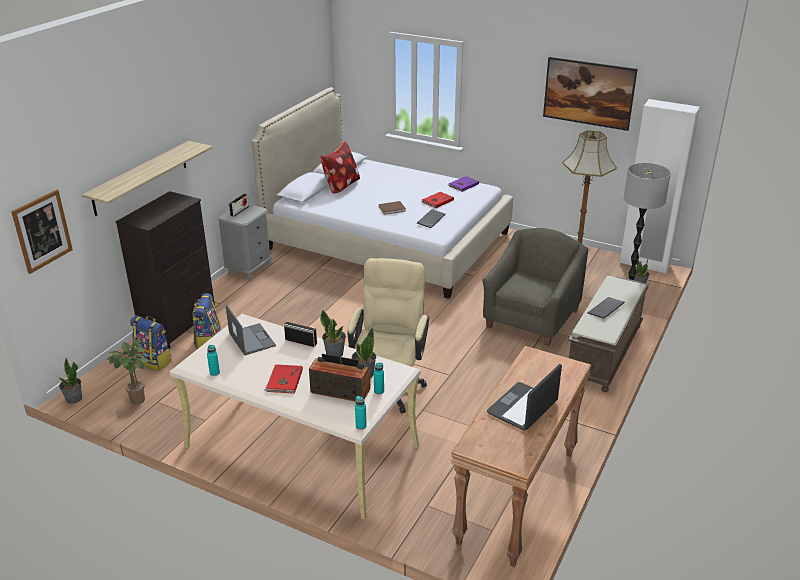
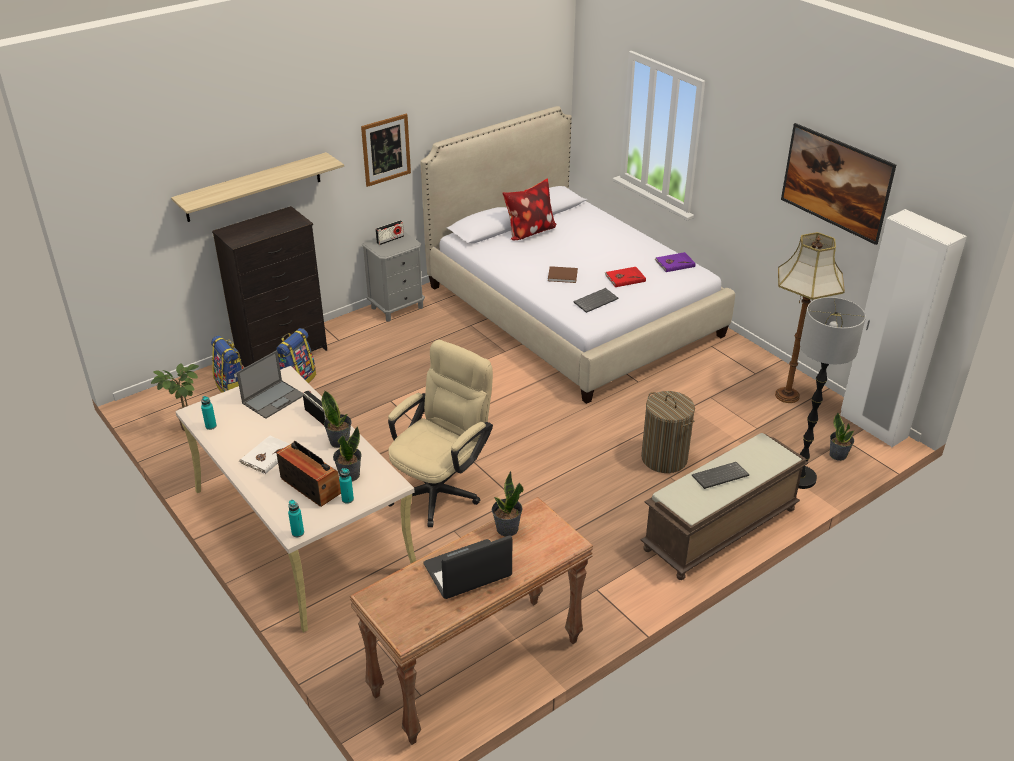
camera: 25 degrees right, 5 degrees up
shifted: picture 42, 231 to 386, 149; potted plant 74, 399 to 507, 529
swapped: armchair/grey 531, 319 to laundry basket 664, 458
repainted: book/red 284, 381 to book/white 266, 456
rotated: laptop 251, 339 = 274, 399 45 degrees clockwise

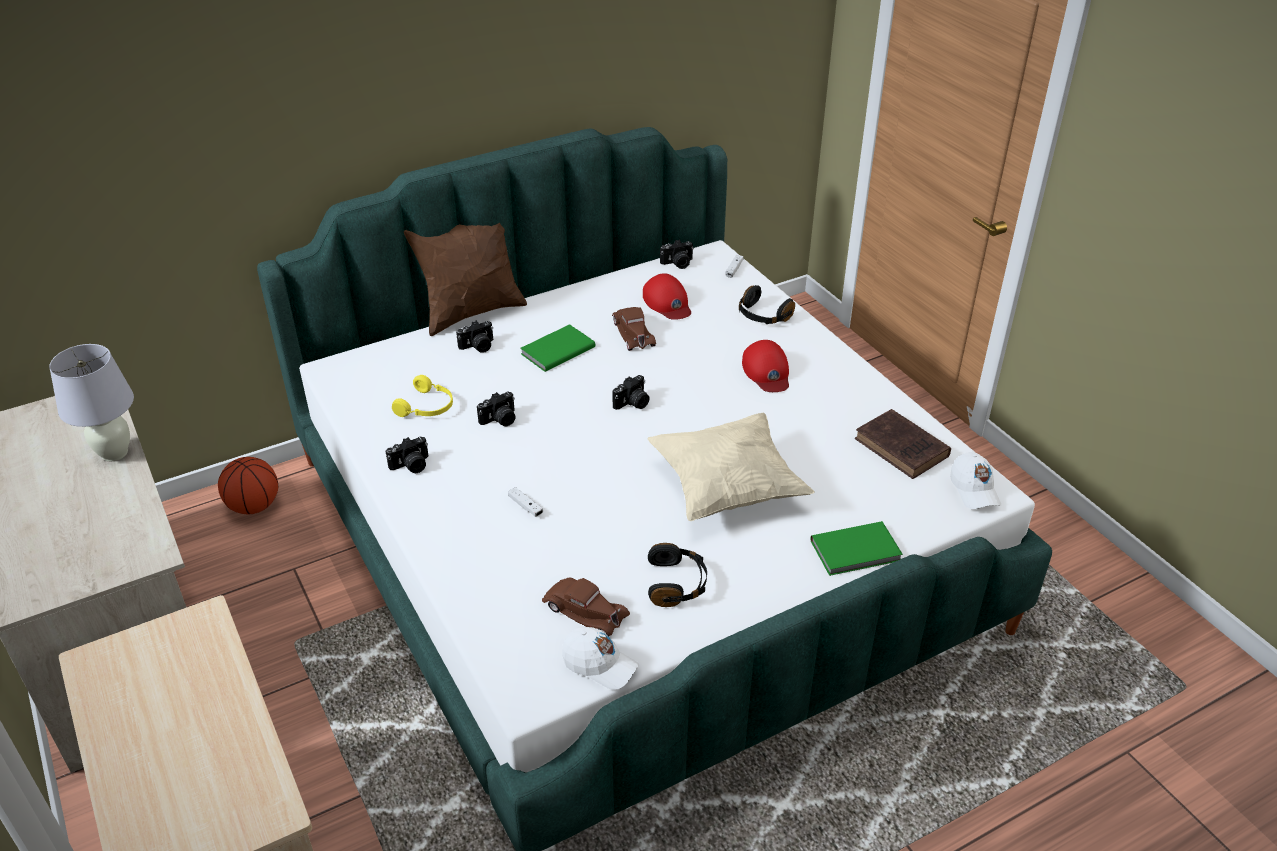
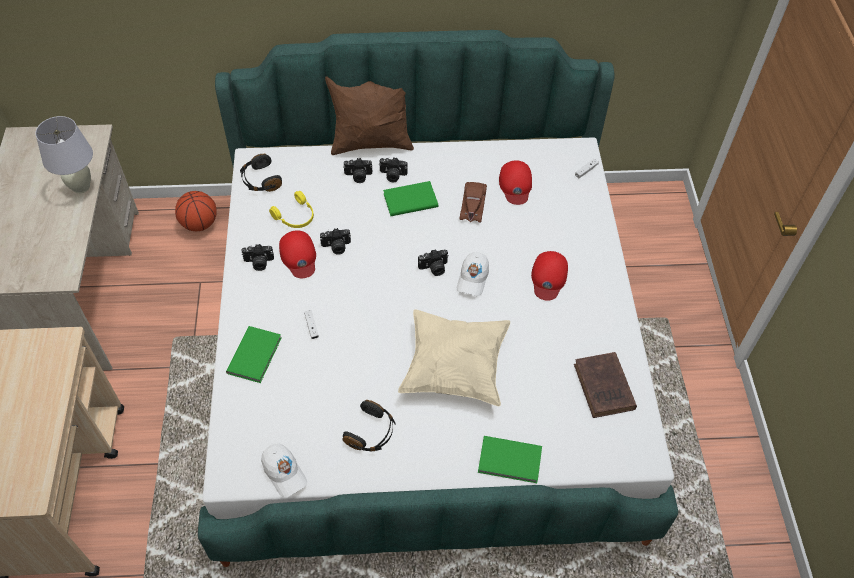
camera: 25 degrees right, 15 degrees up
gone: toy car/brown 585, 611
new: book/green 256, 355; cap/red 299, 256
shifted: headphones/black 762, 316 to 260, 180; photo camera 677, 264 to 392, 175; cap/white 974, 490 to 472, 279

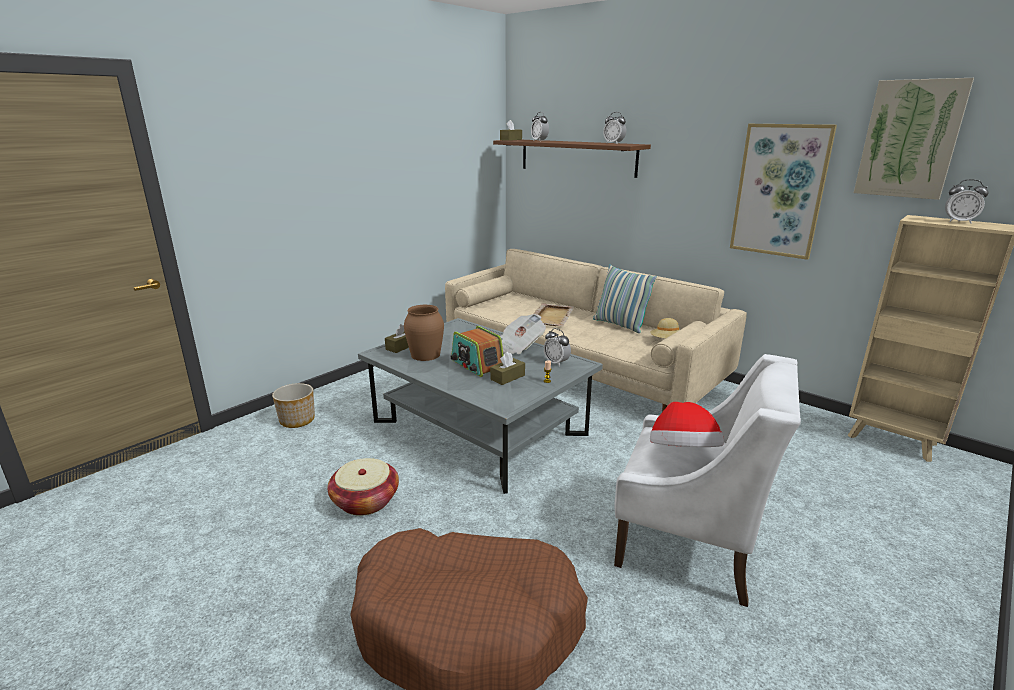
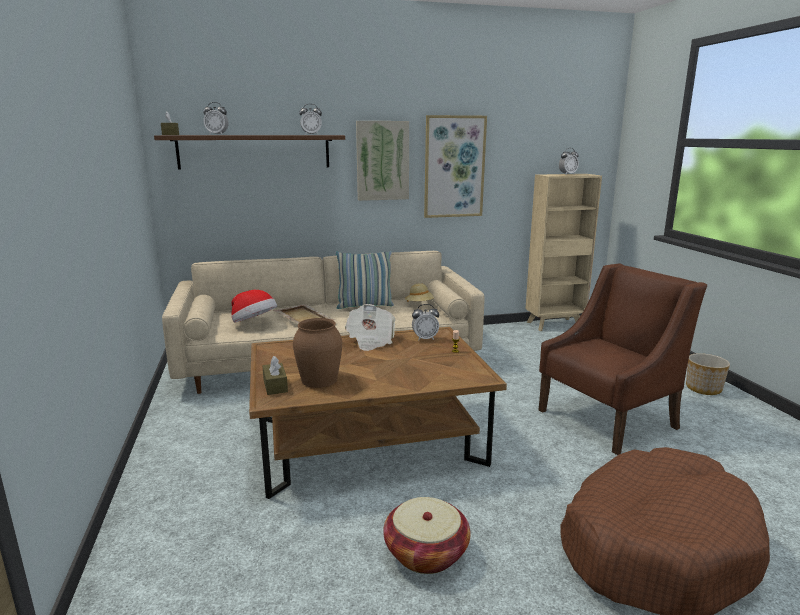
camera: 55 degrees left, 5 degrees down
gone: radio 477, 365; tissue box/brown 507, 377
shifted: hat 682, 454 to 254, 323; picture 910, 139 to 382, 161; planter 297, 420 to 703, 389
repainted: coffee table/grey 479, 428 to coffee table/brown 369, 441; armchair/white 690, 542 to armchair/brown 608, 418

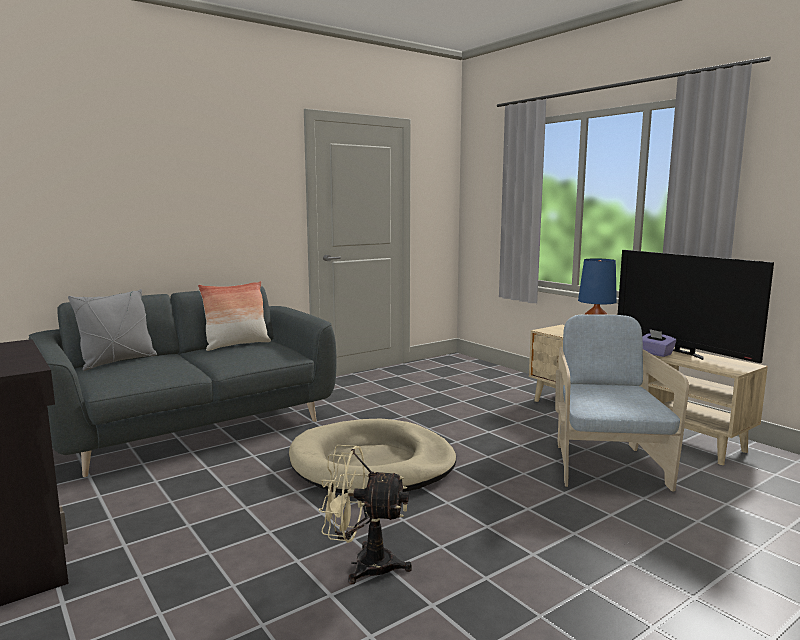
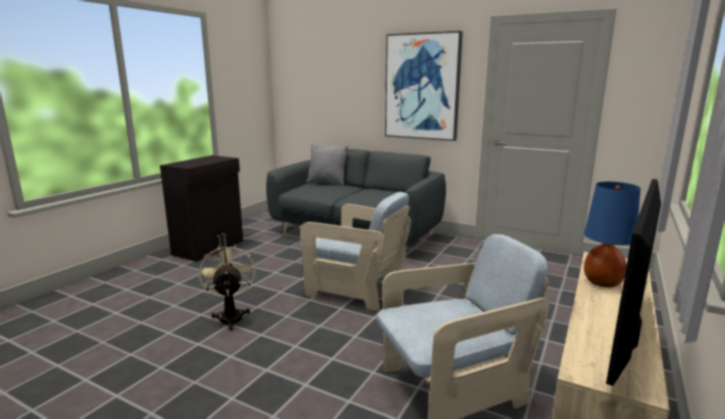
camera: 65 degrees right, 5 degrees up
gone: pillow 237, 345; tissue box/purple 655, 353
new: picture 422, 87
swapped: dog bed/beige 372, 464 to armchair/beige 355, 289

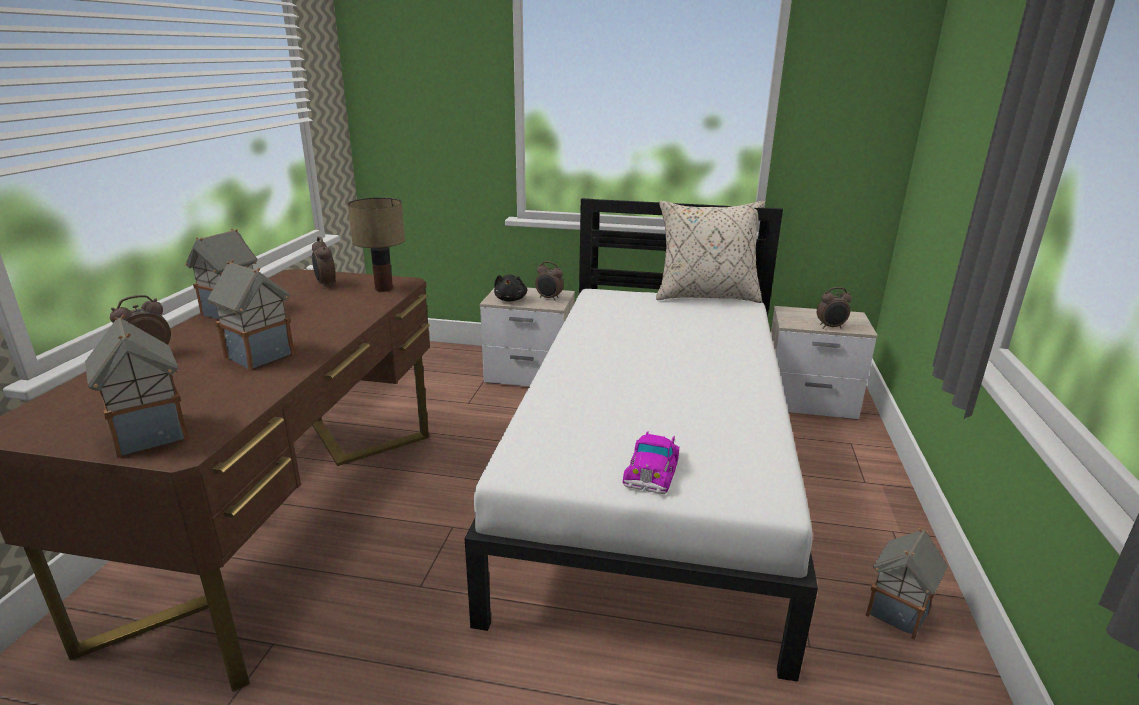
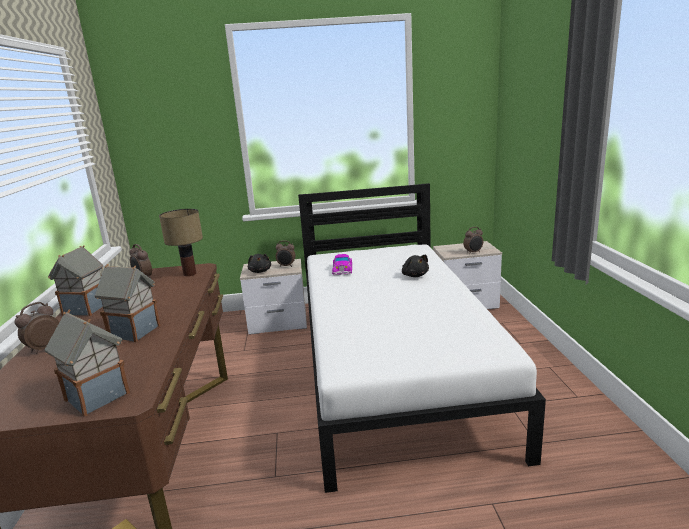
camera: 15 degrees left, 5 degrees down
gone: pillow/beige 705, 296; toy house 897, 612
new: plush toy/black 414, 275
shifted: toy car 652, 468 to 342, 269

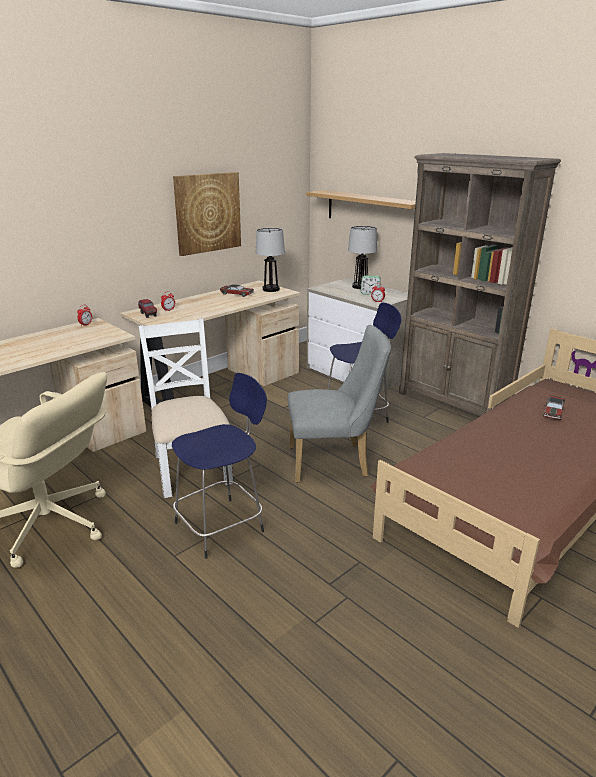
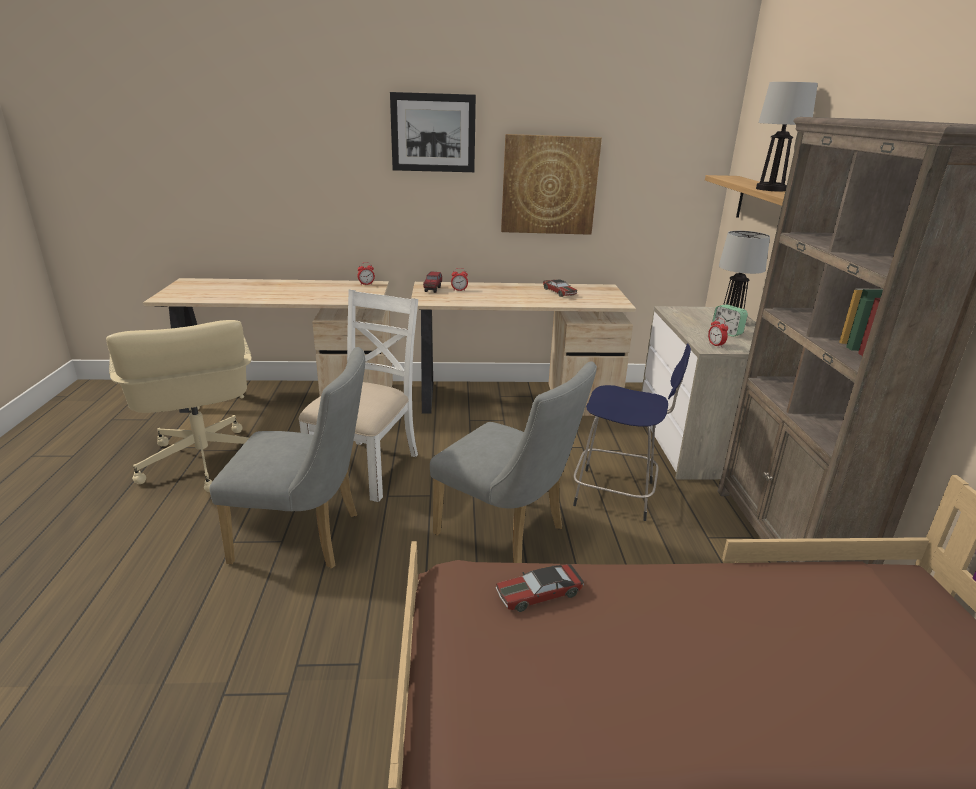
camera: 40 degrees right, 0 degrees up
new: picture 433, 133
shifted: toy car 553, 412 to 538, 594; table lamp 270, 289 to 770, 189
swapped: stool/blue 222, 525 to chair/grey 306, 538

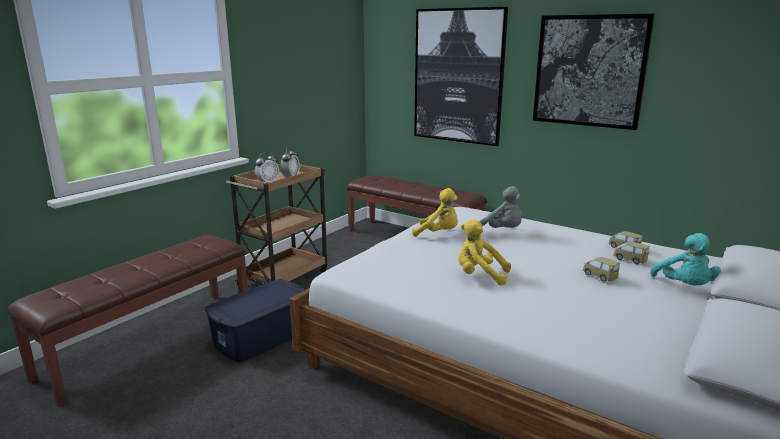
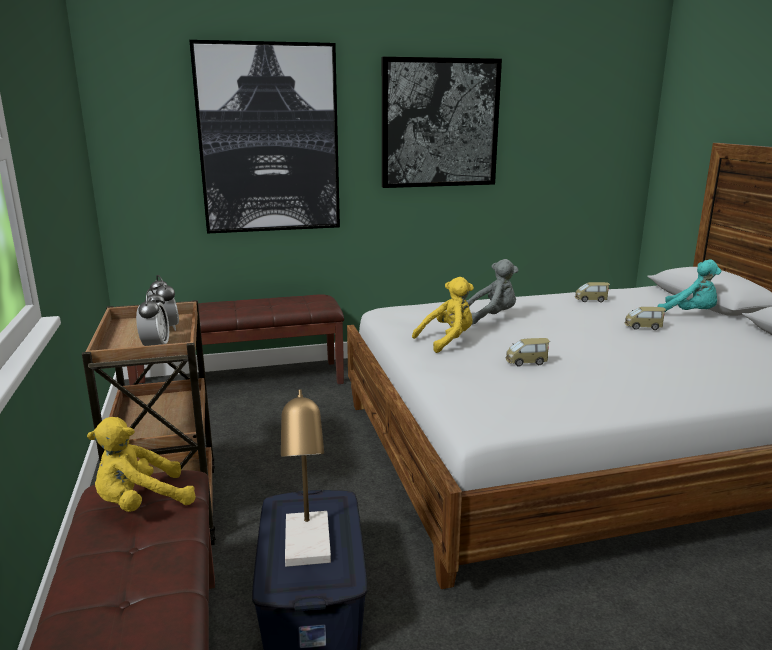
camera: 50 degrees left, 0 degrees up
new: table lamp 309, 548
shifted: plush toy/yellow 479, 276 to 141, 503; toy car 630, 259 to 526, 362

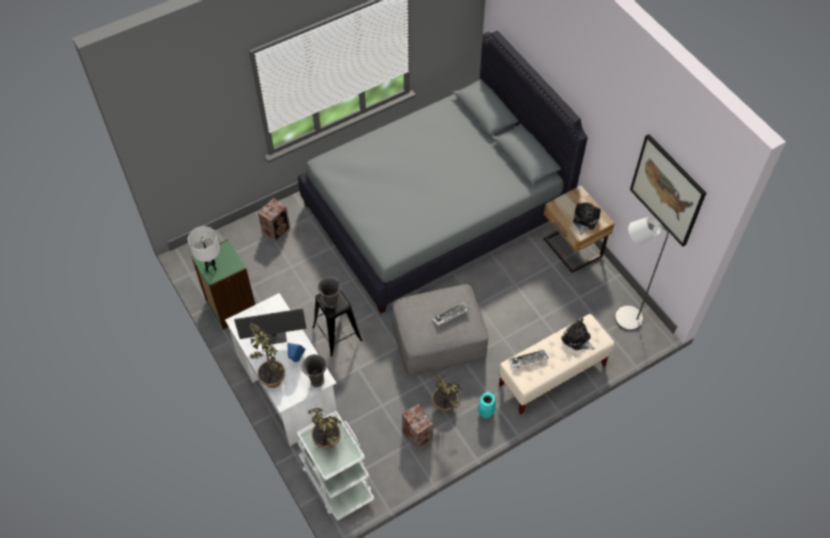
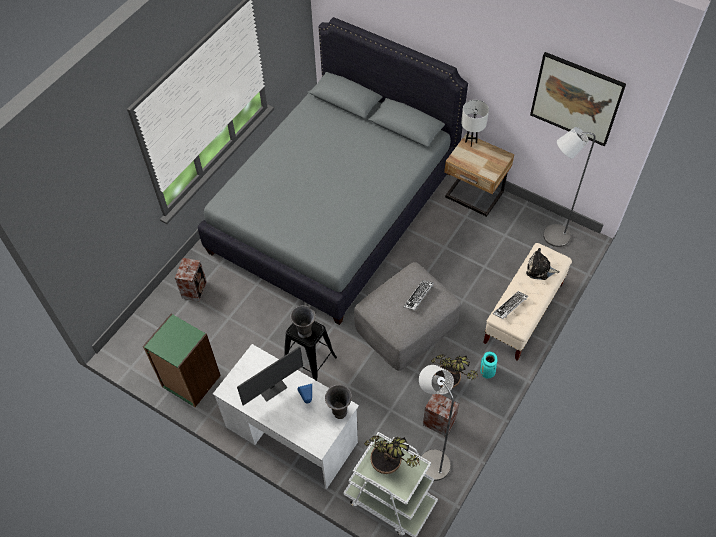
camera: 25 degrees left, 0 degrees up
gone: potted plant 271, 375; plush toy 584, 220
new: floor lamp/grey 430, 460
shifted: table lamp/white 211, 267 to 471, 142

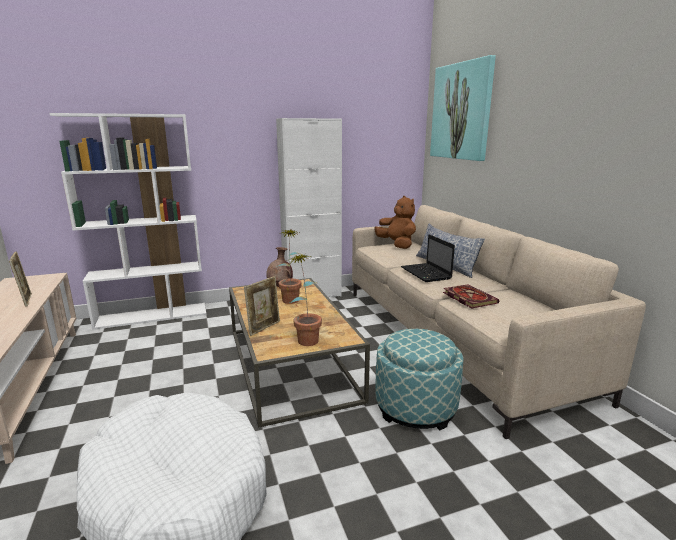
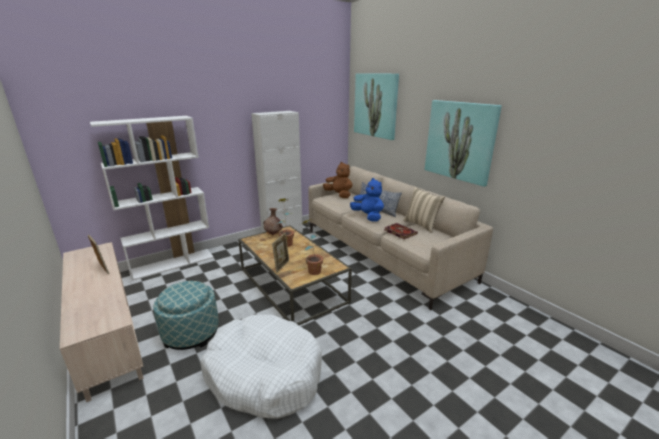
camera: 15 degrees left, 5 degrees up
new: pillow/beige 421, 225; picture 460, 141
shifted: ottoman 415, 407 to 191, 333
swapped: laptop 426, 273 to plush toy/blue 368, 216

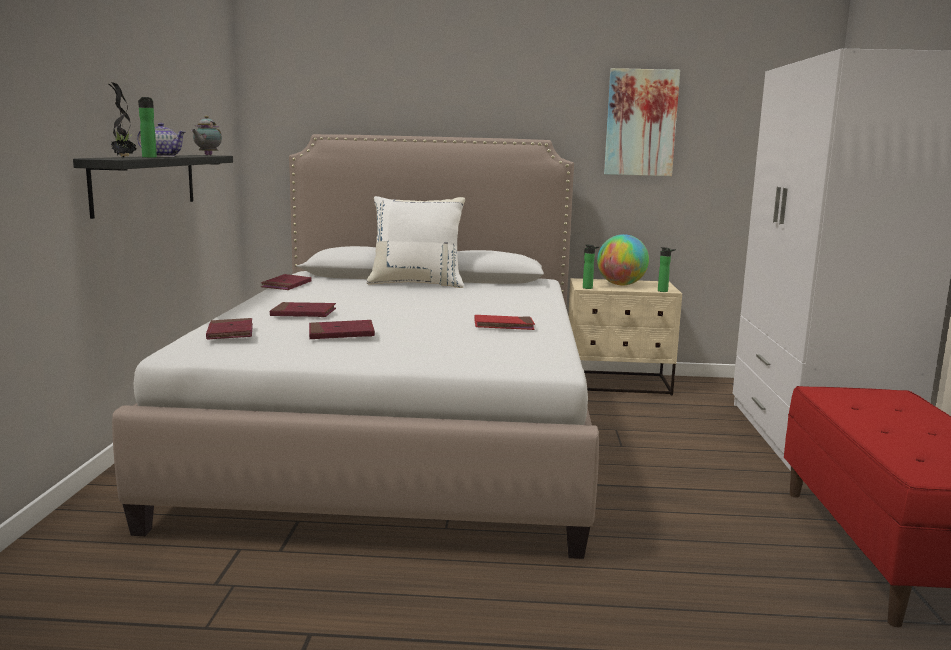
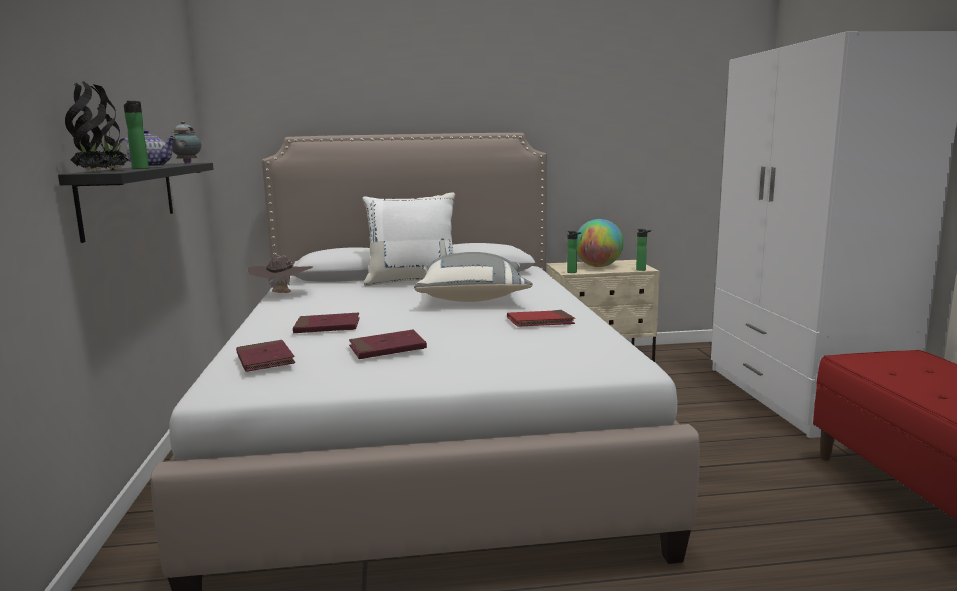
camera: 10 degrees left, 0 degrees up
gone: picture 640, 123
new: potted plant 93, 172; pillow/grey 473, 298
swapped: book/red 286, 285 to hat/brown 282, 294

